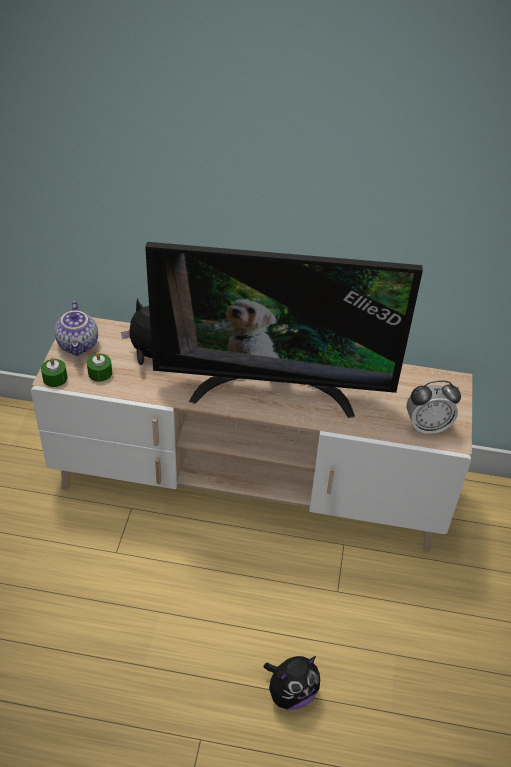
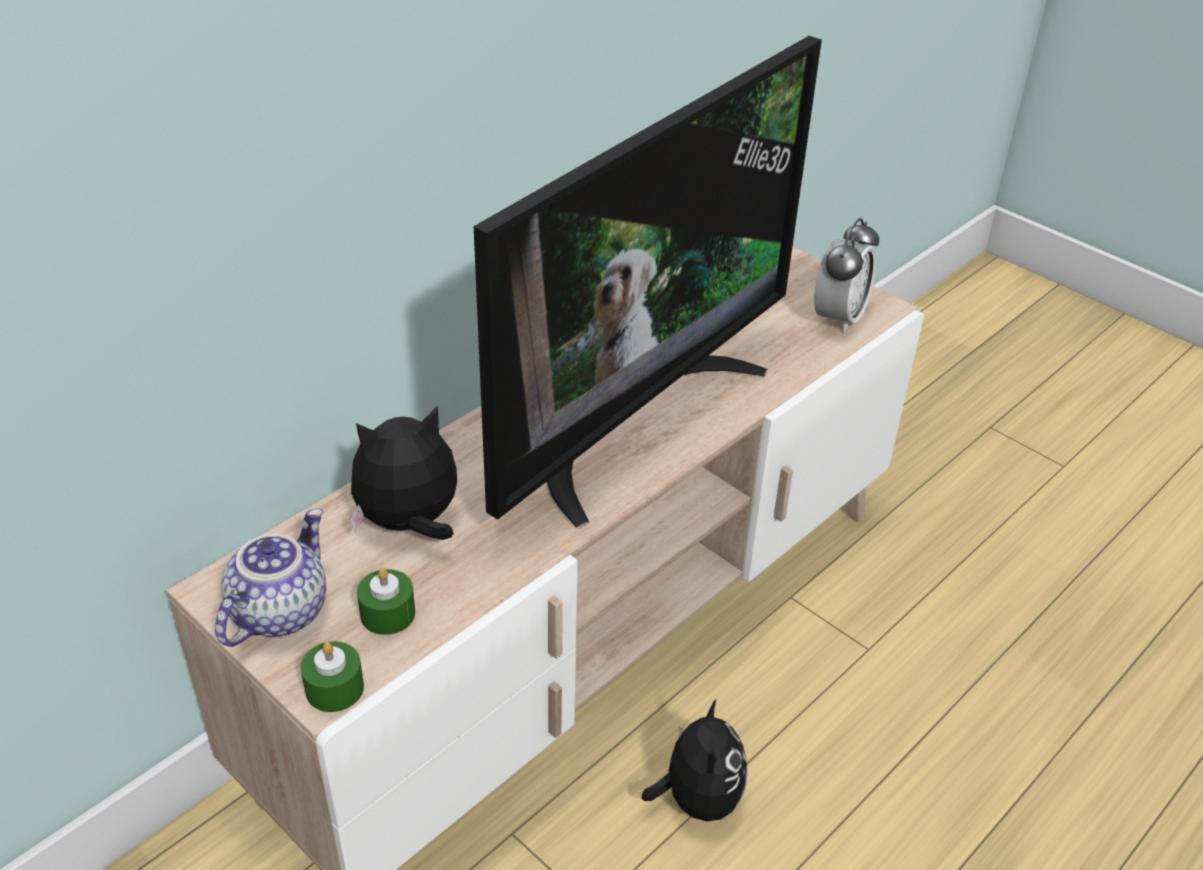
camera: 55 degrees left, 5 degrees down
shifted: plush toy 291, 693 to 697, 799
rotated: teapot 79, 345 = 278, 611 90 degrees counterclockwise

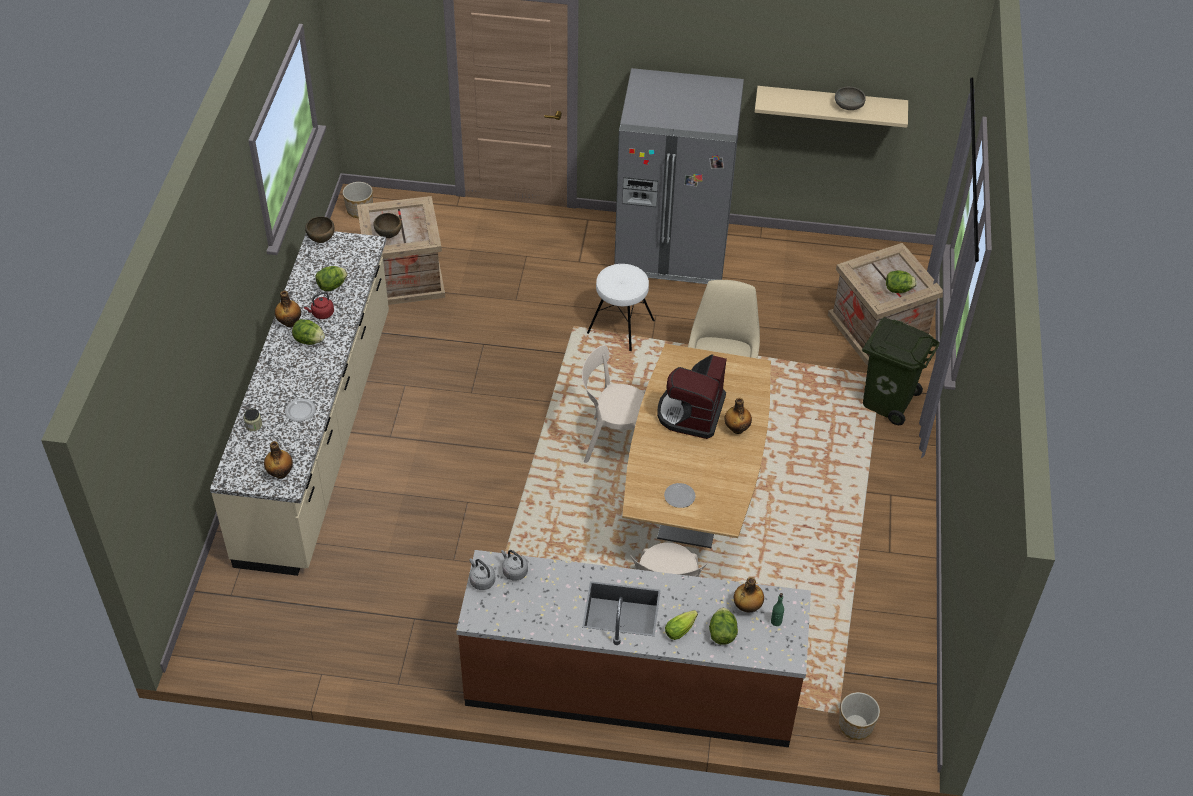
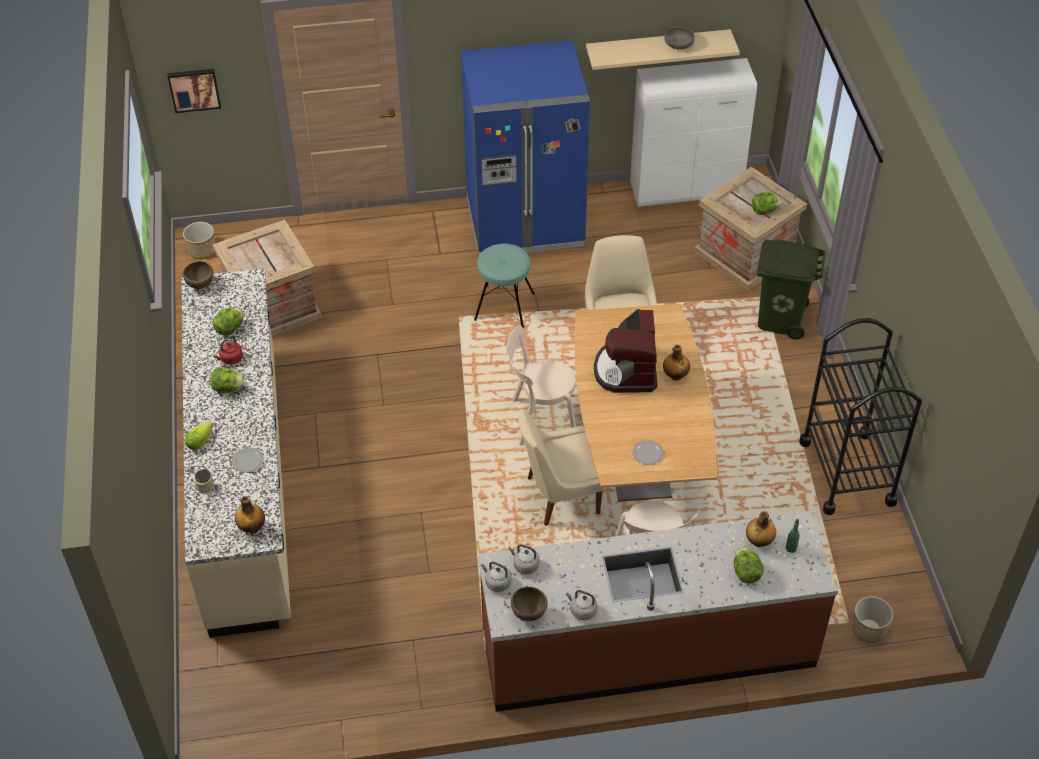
camera: 15 degrees left, 0 degrees up
gone: bottle 290, 322
new: picture 194, 89; chair/beige 559, 496; kettle/grey 582, 610; cabinet/white 686, 190; cart/black 847, 472
shifted: lettuce 682, 628 to 201, 439; bowl/brown 389, 235 to 529, 614
repainted: fridge/grey 672, 251 to fridge/blue 525, 223; stool/white 620, 327 to stool/turquoise 504, 307

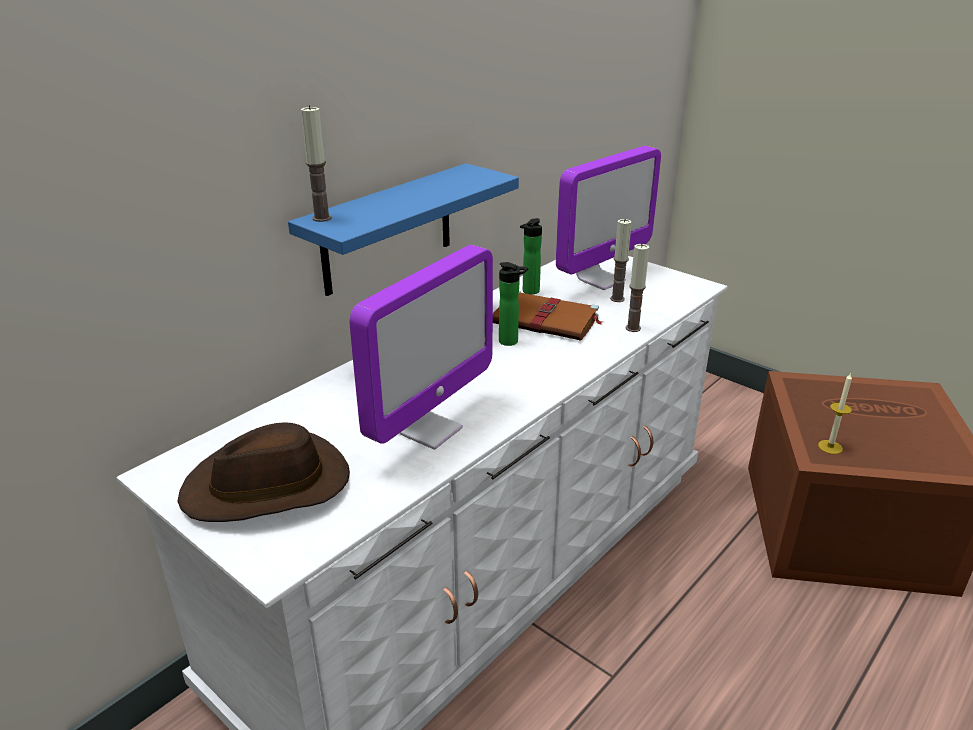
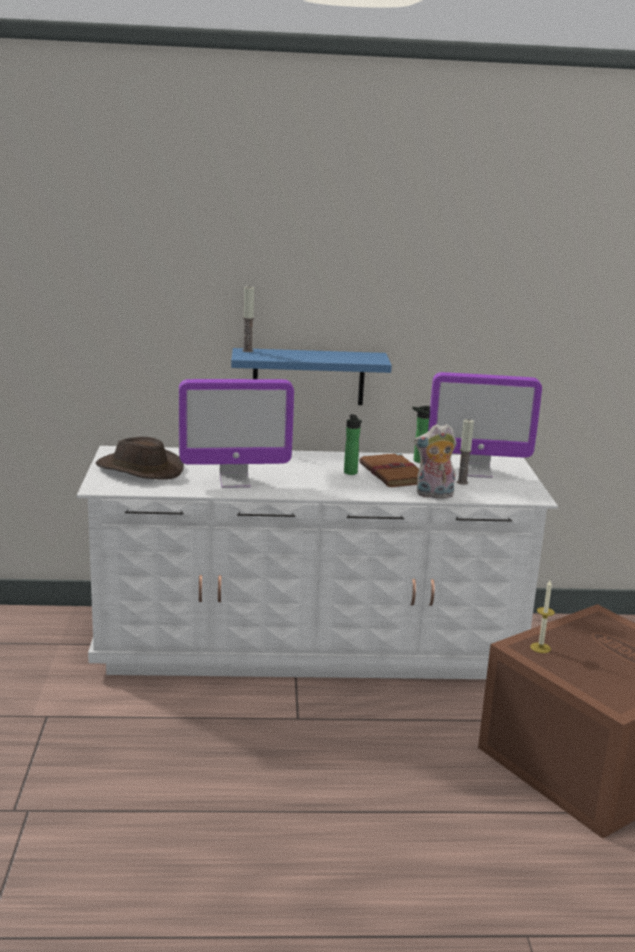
camera: 45 degrees right, 10 degrees down
swapped: candle 633, 328 to plush toy 434, 495

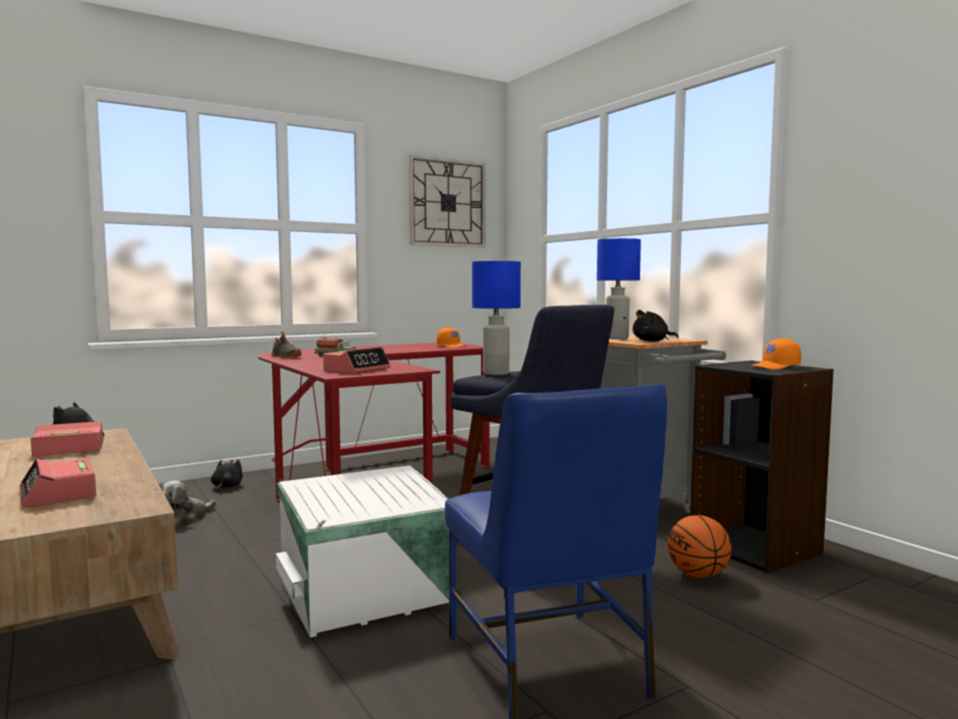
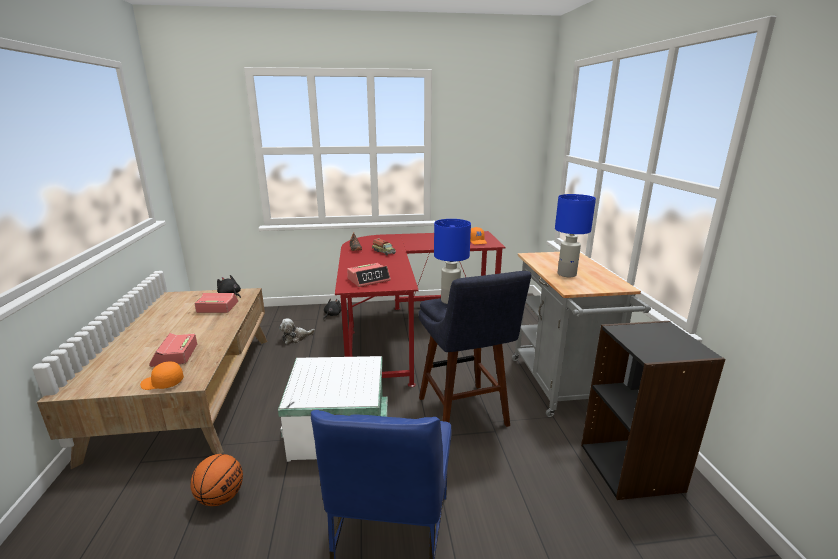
camera: 25 degrees right, 15 degrees up
gone: wall clock 447, 203; plush toy/black 652, 341
shifted: cap/orange 776, 367 to 162, 383; basketball 698, 575 to 221, 497

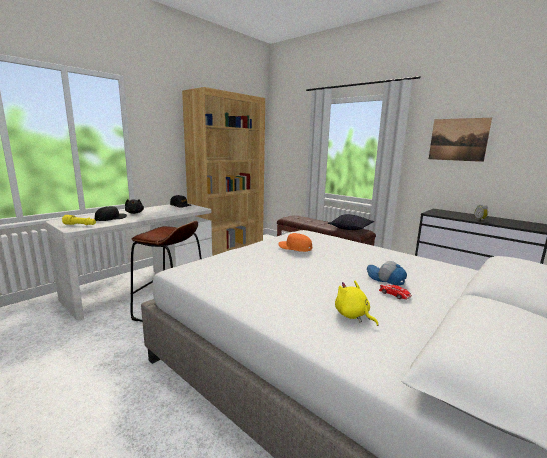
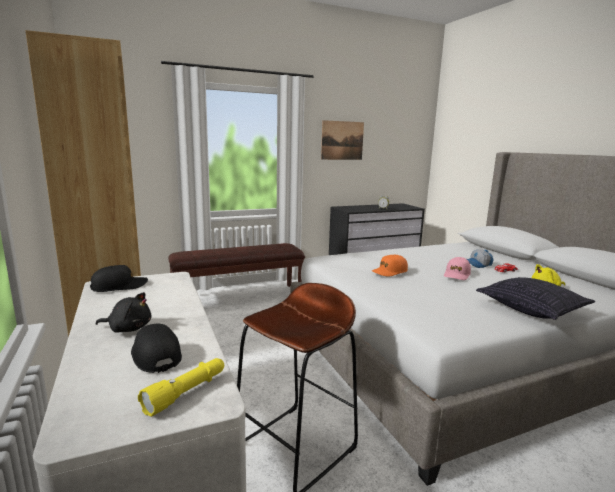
camera: 65 degrees left, 0 degrees up
new: cap/pink 457, 275
shifted: pillow 350, 228 to 532, 309

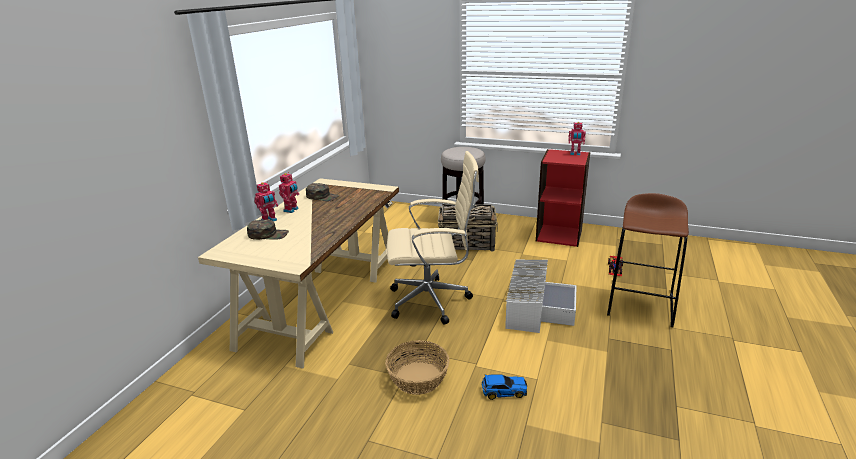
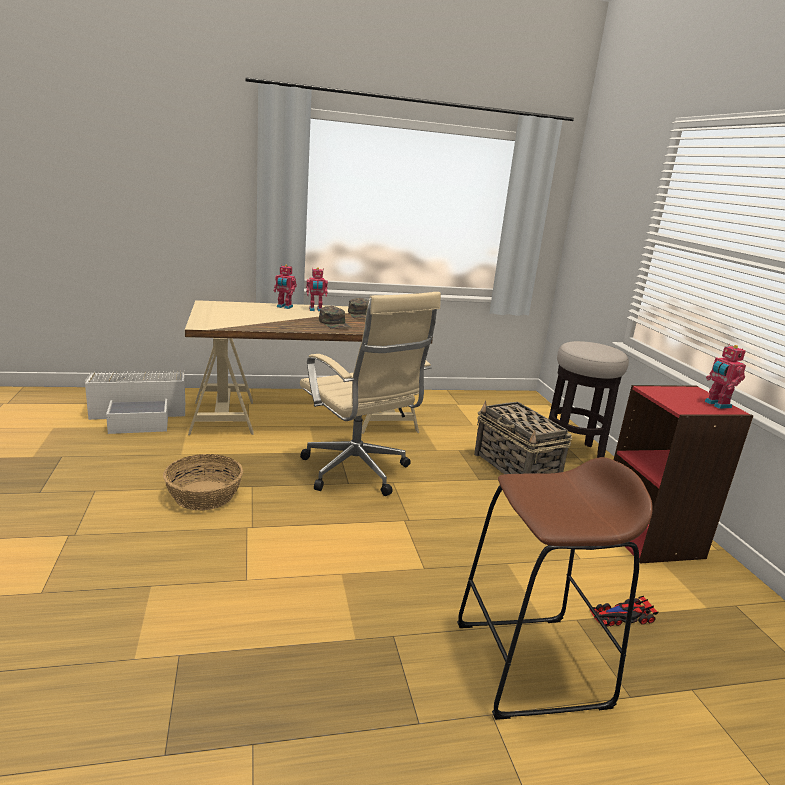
camera: 55 degrees right, 5 degrees down
gone: toy car 503, 391
shifted: storage box/white 536, 307 to 140, 415; cap/green 268, 234 to 335, 324

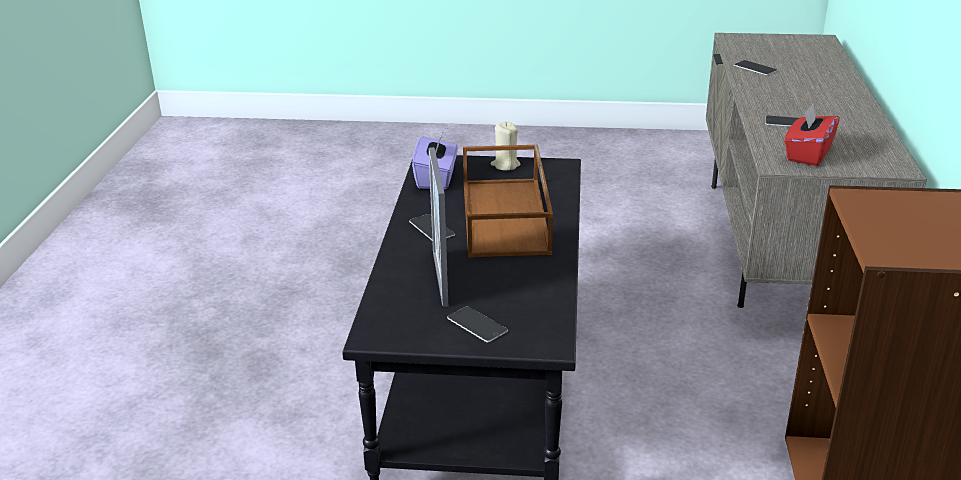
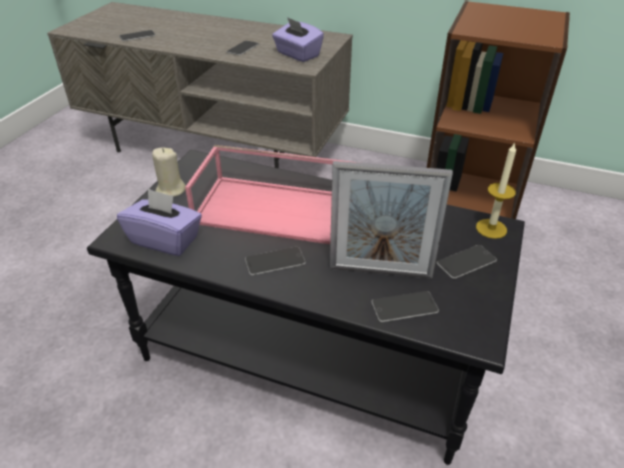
camera: 75 degrees left, 10 degrees up
new: phone 404, 306; candle 491, 228
repainted: tray/brown 507, 217 to tray/pink 279, 209; tissue box/red 807, 154 to tissue box/purple 297, 55

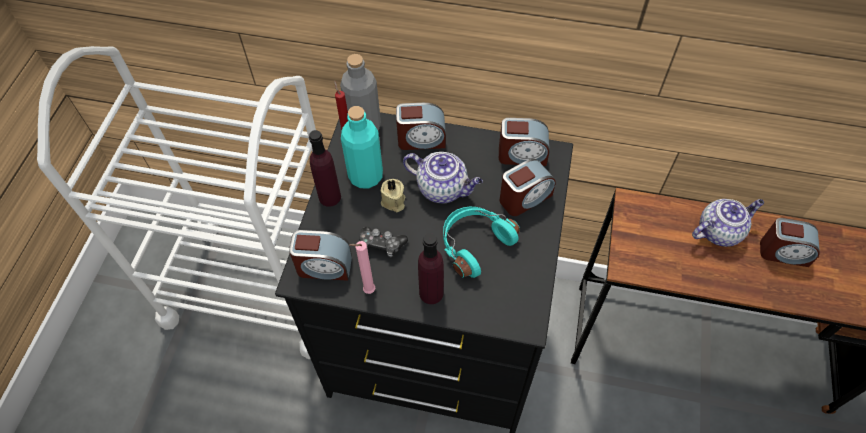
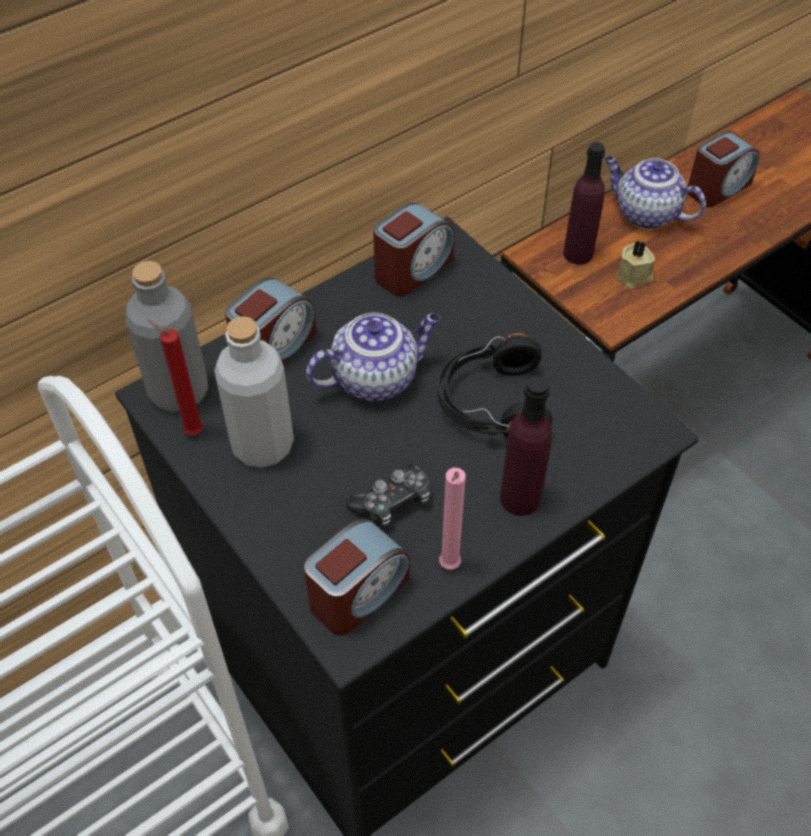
camera: 50 degrees left, 5 degrees down
gone: alarm clock 525, 198
shifted: bottle/purple 329, 197 to 578, 254; candle/beige 393, 202 to 634, 277
repainted: bottle/turquoise 365, 176 to bottle/grey 262, 445; headphones/turquoise 474, 243 to headphones/black 491, 404
rotated: teapot 719, 231 = 645, 214 75 degrees counterclockwise

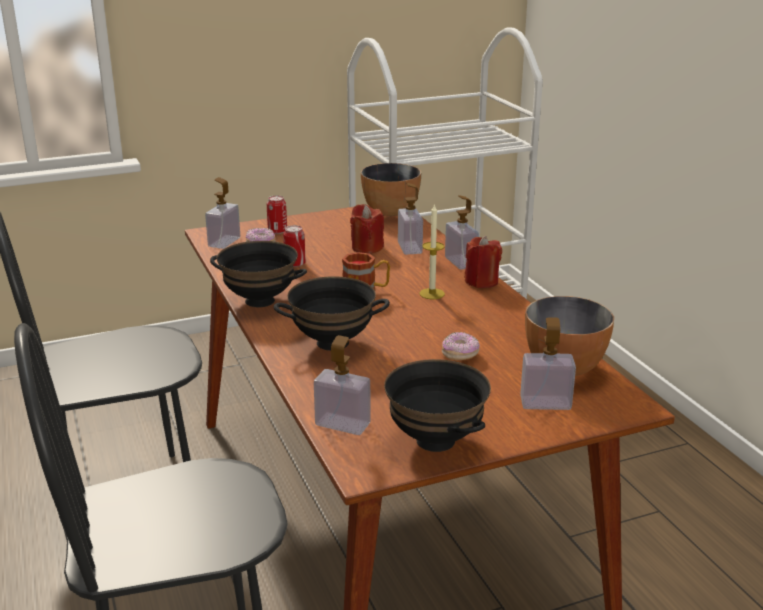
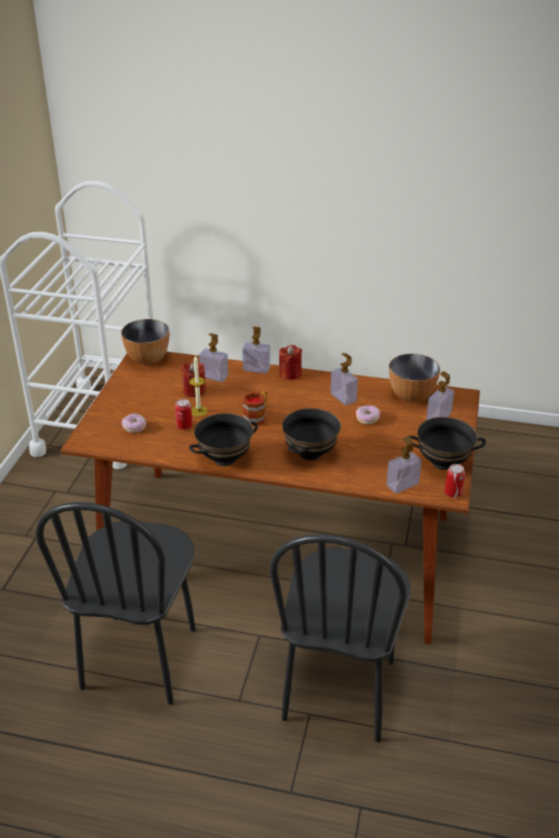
camera: 55 degrees left, 10 degrees up
shifted: candle 432, 294 to 198, 411; soap dispenser 224, 242 to 343, 397; can 277, 231 to 453, 493

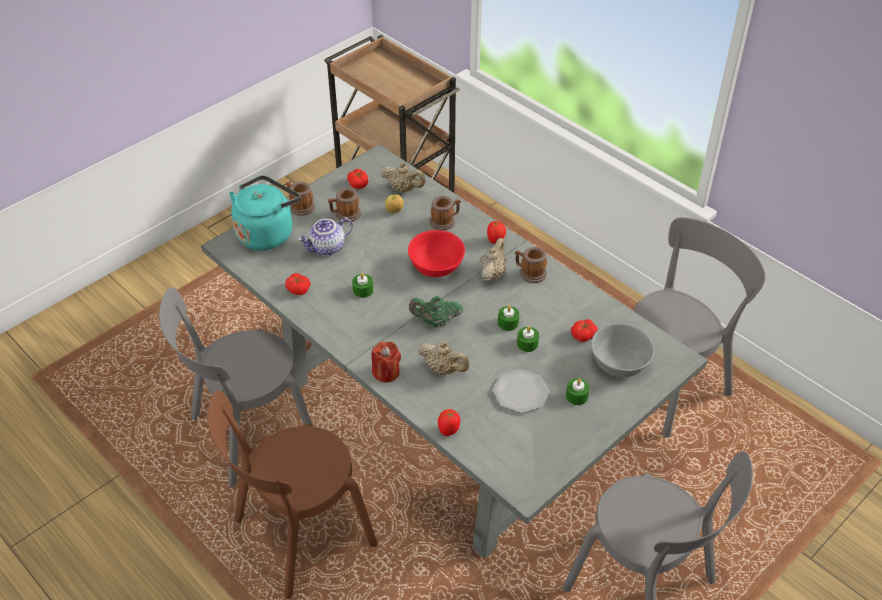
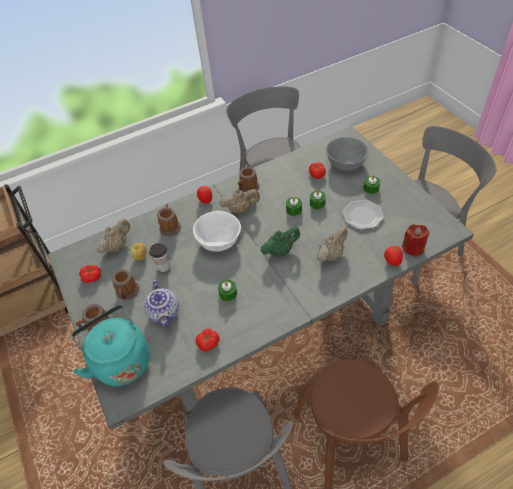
camera: 70 degrees left, 5 degrees up
new: cup 163, 267
shifted: candle/red 386, 372 to 413, 248
repainted: bowl/red 436, 266 to bowl/white 219, 240
rotated: teapot/beige 492, 274 = 240, 209 135 degrees clockwise; teapot/green 436, 322 = 280, 251 135 degrees counterclockwise

